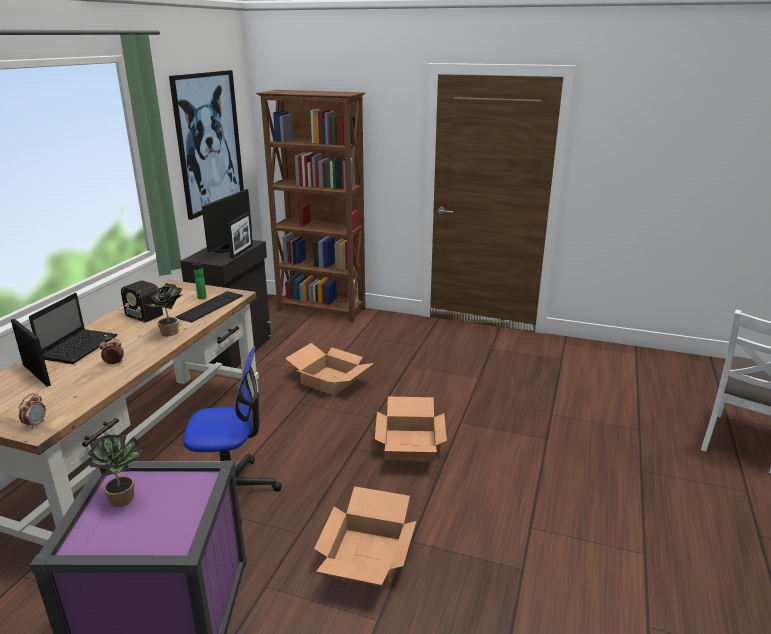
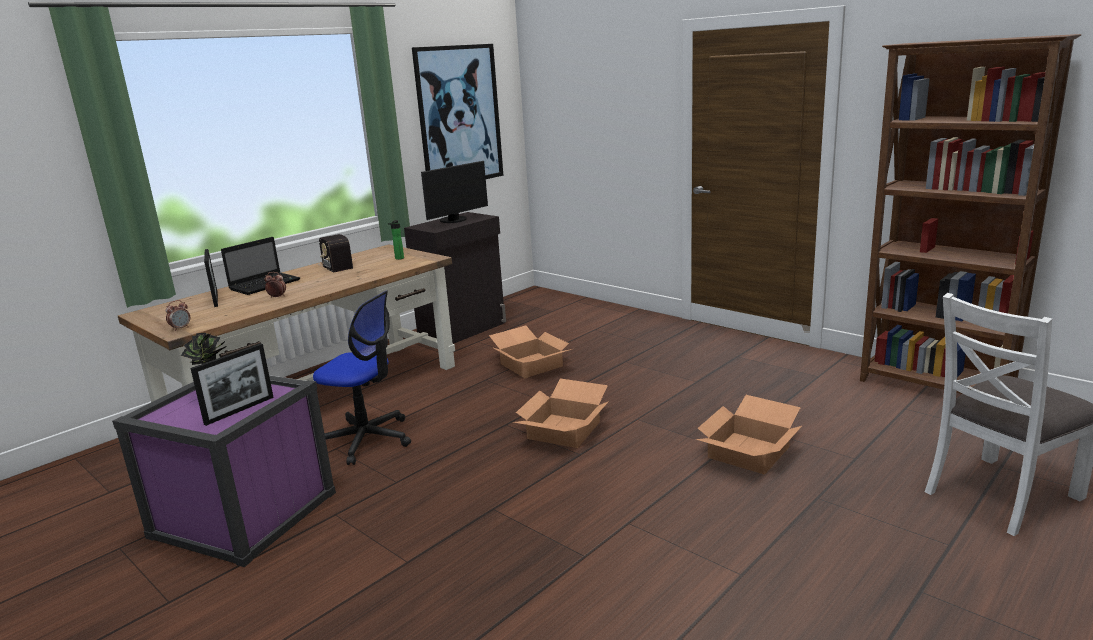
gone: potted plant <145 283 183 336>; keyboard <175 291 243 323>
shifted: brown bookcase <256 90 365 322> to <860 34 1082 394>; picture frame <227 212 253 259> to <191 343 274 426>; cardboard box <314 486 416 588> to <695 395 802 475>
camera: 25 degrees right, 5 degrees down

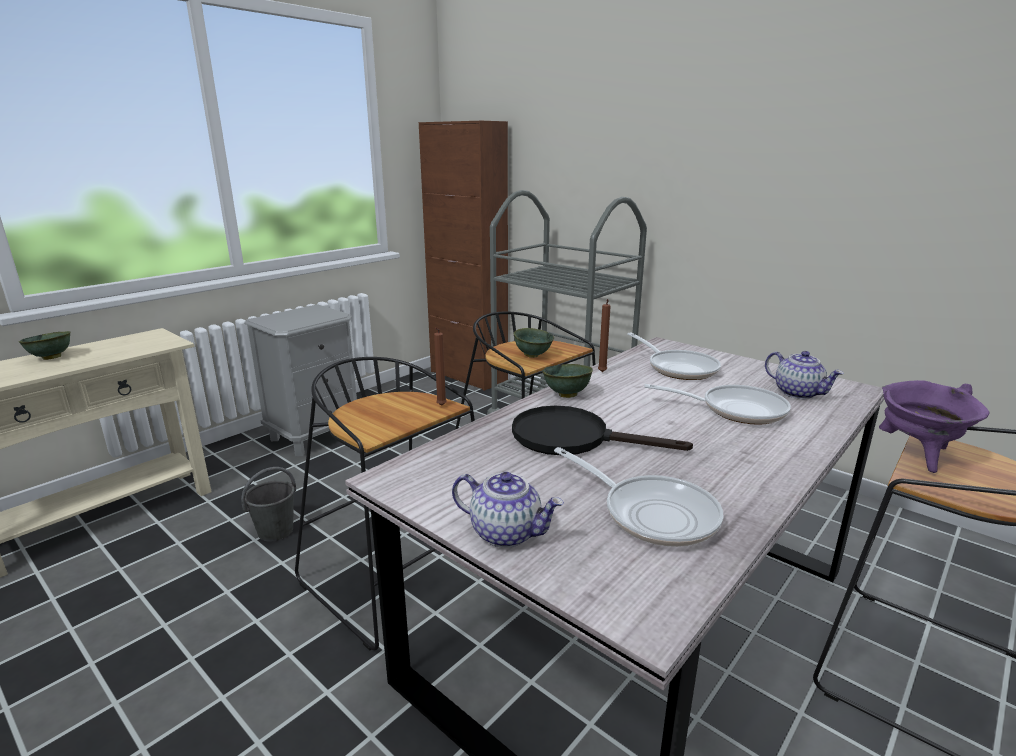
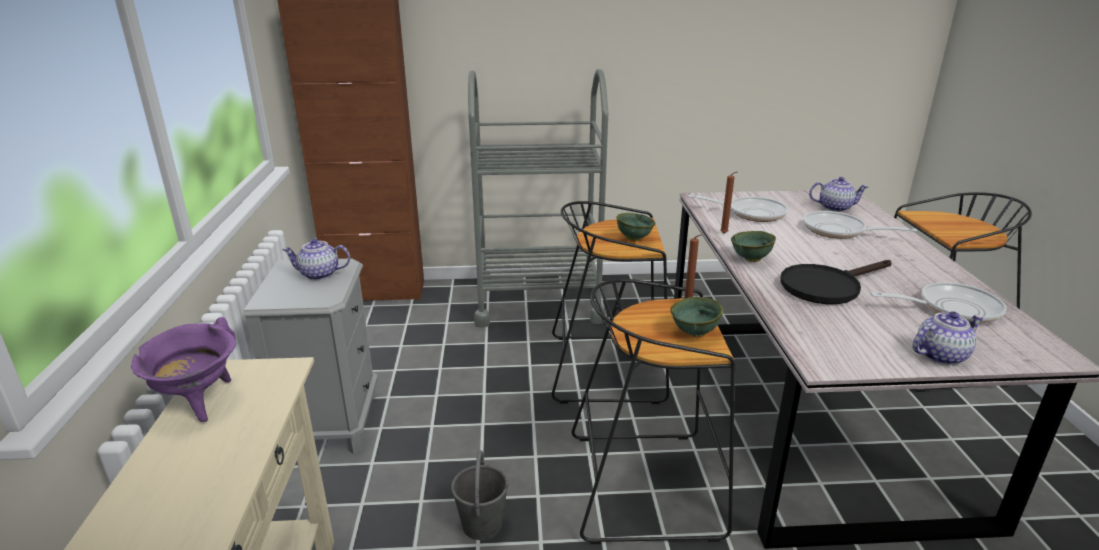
new: teapot <282 238 350 280>
shifted: green bowl <19 331 70 360> to <670 297 723 337>; purple cooking pot <879 380 989 473> to <131 317 236 422>
rotated: frying pan <644 384 791 425> = <803 211 917 239> 120 degrees counterclockwise
camera: 45 degrees left, 5 degrees up

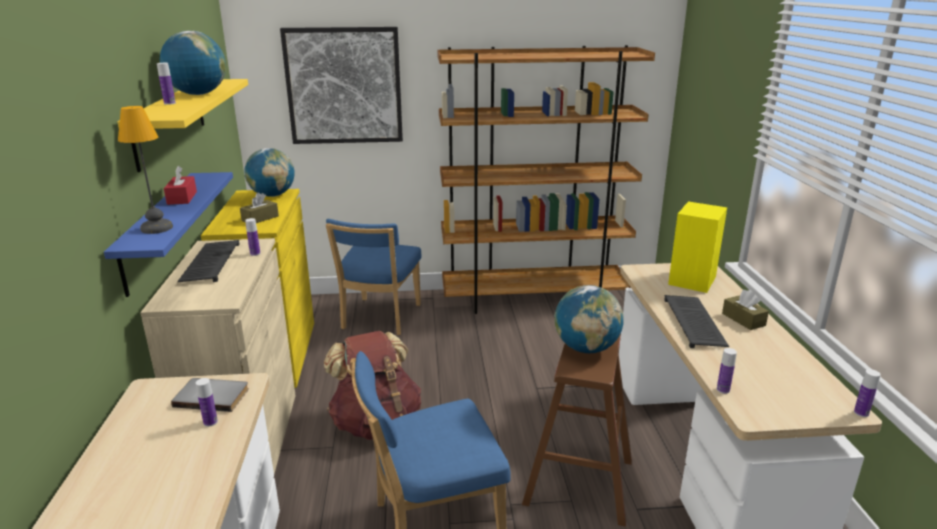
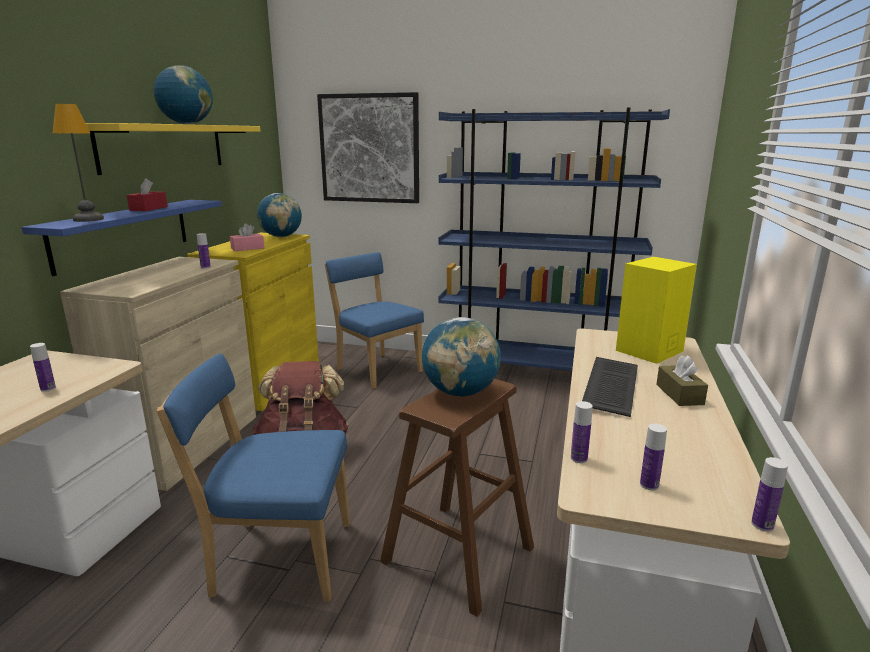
gone: keyboard <177 240 240 282>; grey book <171 378 249 412>
shifted: bottle <157 63 176 105> to <640 424 667 490>
repainted: brown bookcase <437 45 655 314> to blue bookcase <438 107 670 371>; brown tissue box <240 192 279 223> to pink tissue box <230 223 265 251>
rotated: blue chair <326 219 421 335> = <325 252 424 389> 105 degrees clockwise
camera: 20 degrees right, 5 degrees down

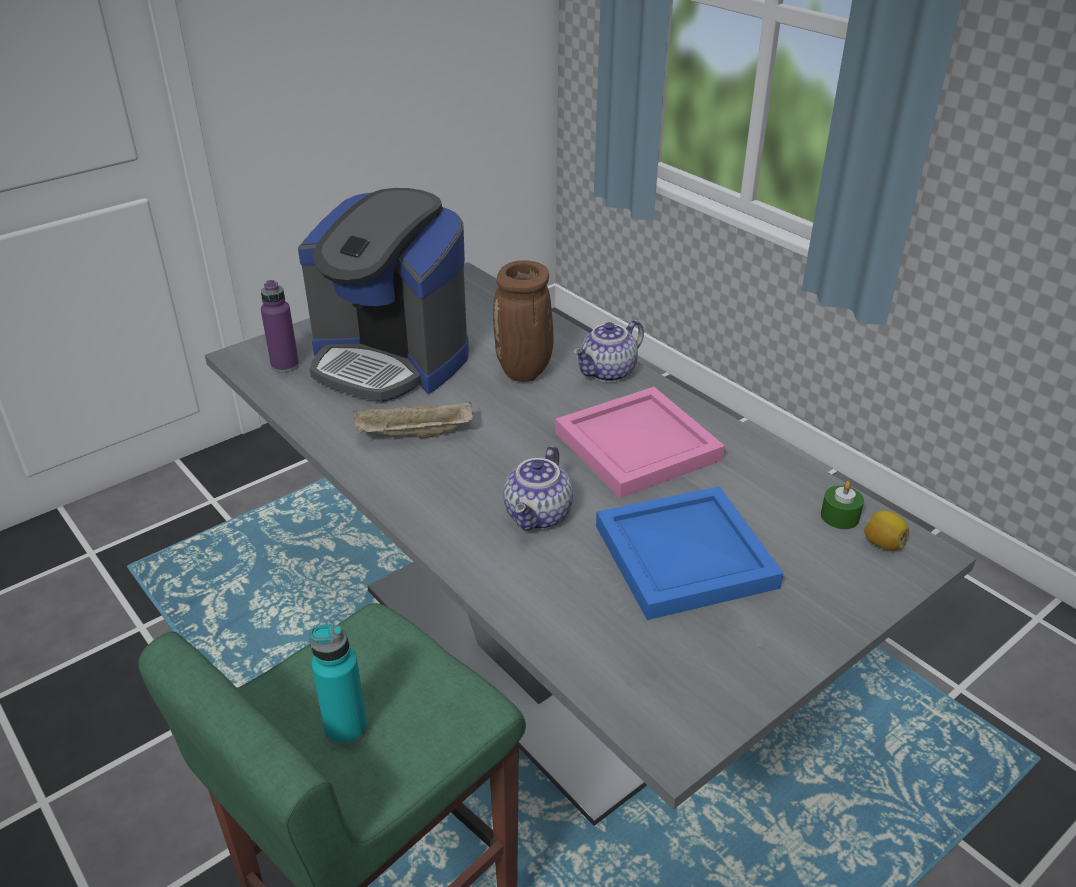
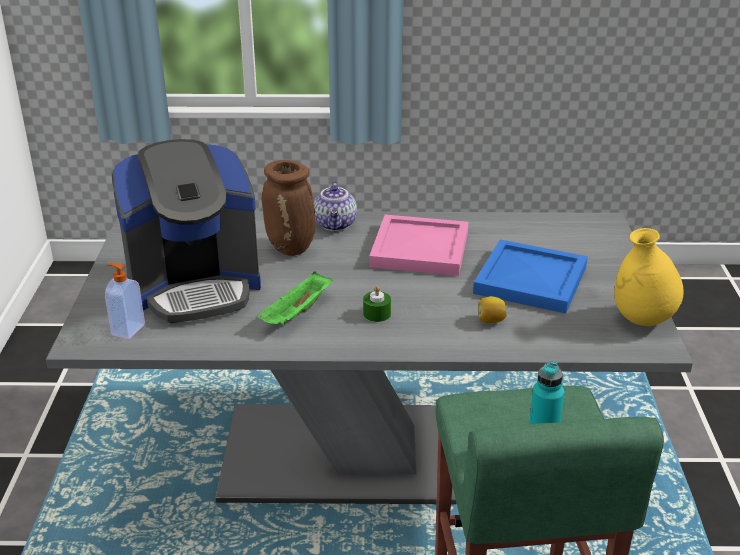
gone: teapot <503 445 573 531>
new: yellow vase <614 228 684 326>
shifted: green candle <821 481 864 529> to <363 286 391 322>; lemon <864 510 909 550> to <478 296 507 323>
swapped: purple bottle <261 280 299 373> to soap dispenser <105 263 145 339>
repainted: beige tray <353 401 473 438> to green tray <257 271 333 325>
camera: 50 degrees left, 5 degrees down

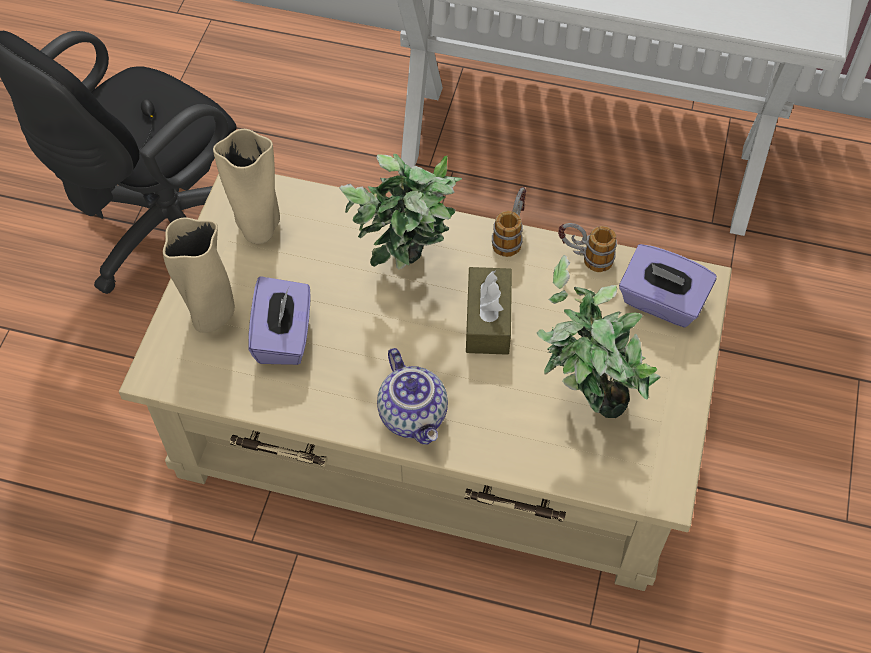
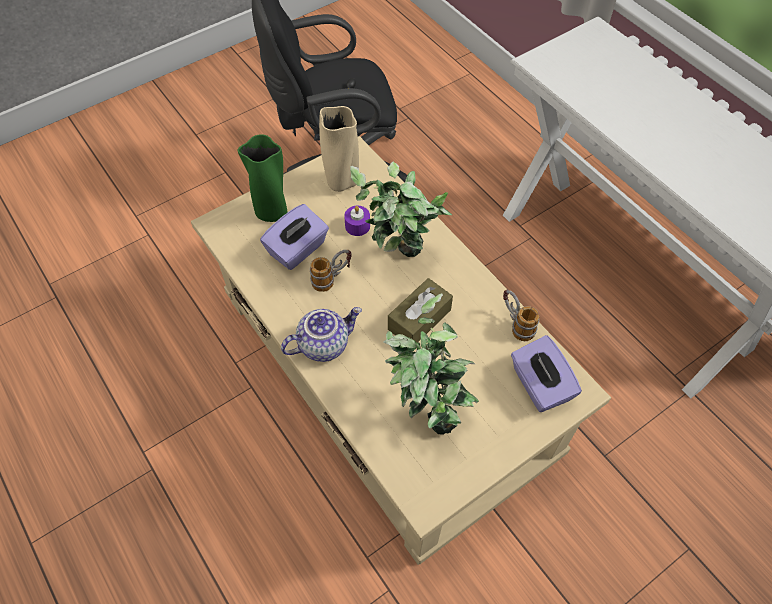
new: purple candle <344 206 370 236>
shifted: mug <492 187 526 257> to <310 250 352 292>
repainted: beige vase <163 218 235 333> to green vase <238 134 288 222>
rotated: teapot <377 348 448 445> = <281 307 362 362> 135 degrees counterclockwise
camera: 40 degrees right, 0 degrees up

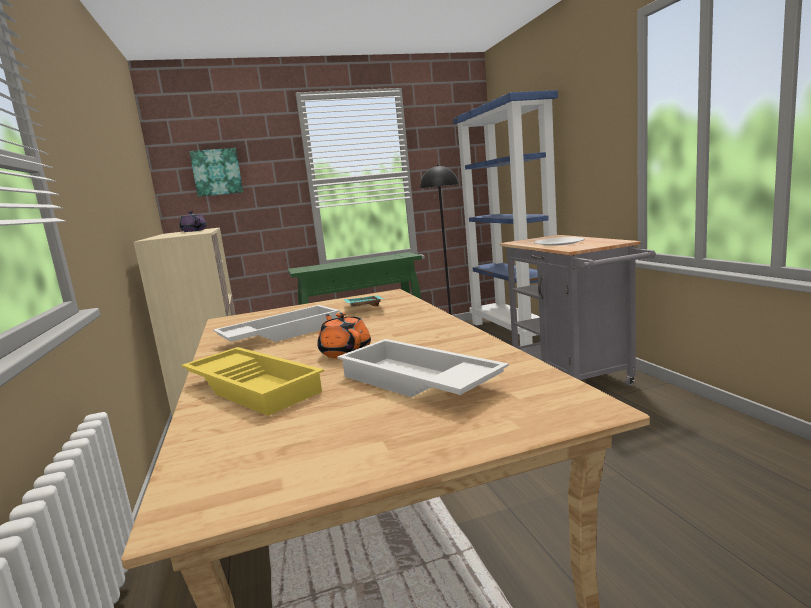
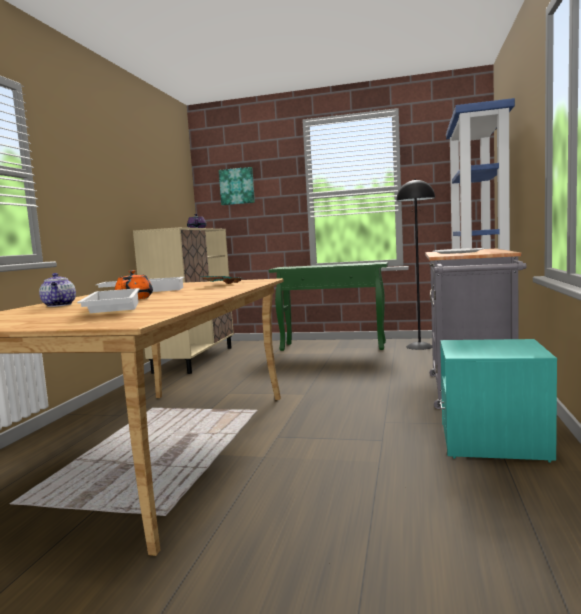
new: turquoise nightstand <440 339 557 463>
swapped: yellow tray <181 347 324 416> to teapot <39 273 76 307>
camera: 30 degrees right, 5 degrees down

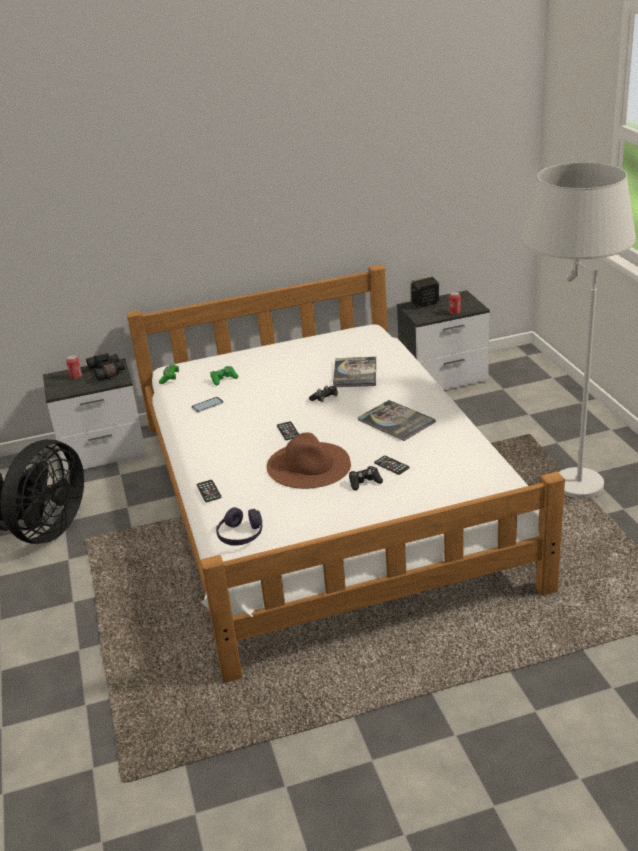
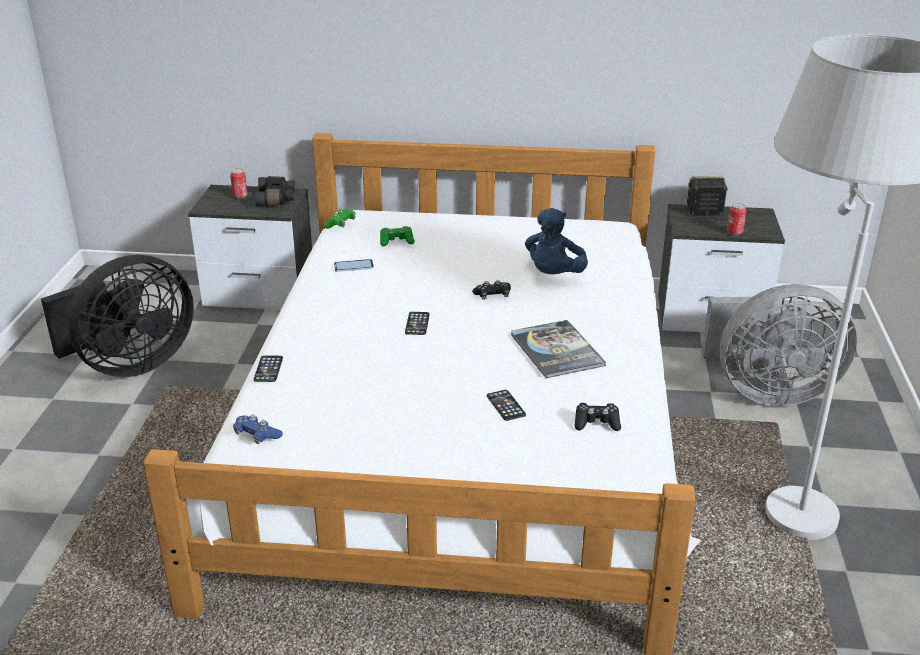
gone: brown hat <267 433 351 489>
new: grey fan <701 284 857 406>
shifted: black game controller <349 466 383 491> to <575 403 621 431>
swapped: book <333 357 376 387> to blue plush toy <525 208 588 274>; purple headphones <216 507 262 546> to blue game controller <233 415 283 444>
camera: 20 degrees right, 0 degrees up

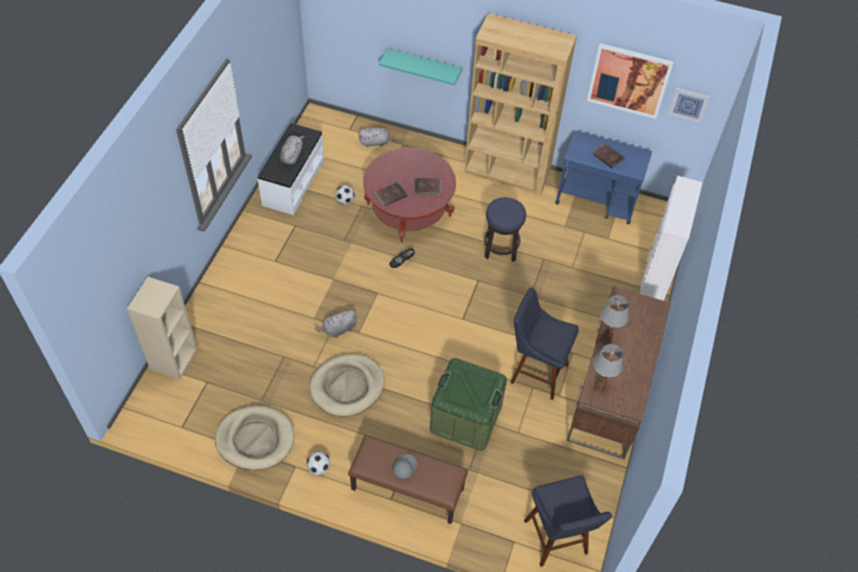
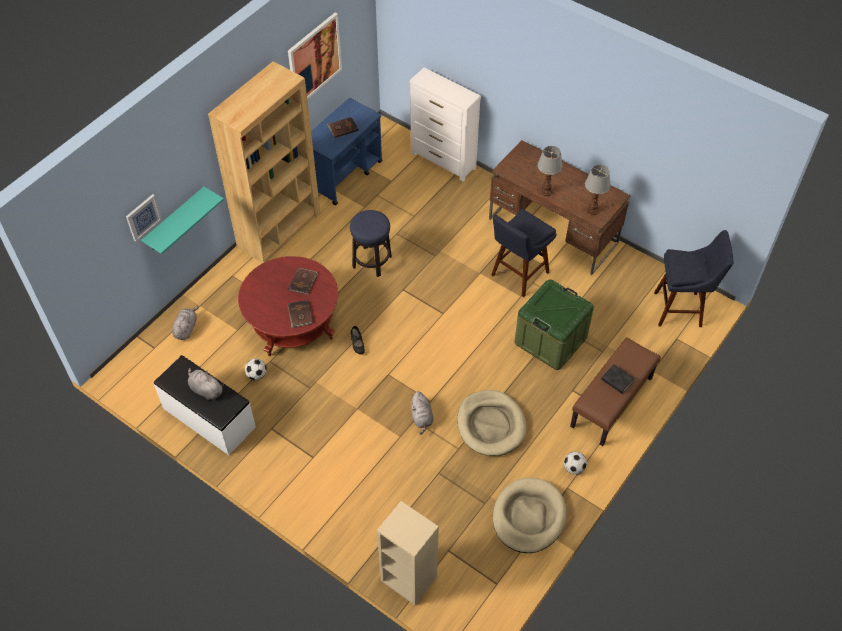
shifted: picture <668 88 710 123> to <126 194 162 242>
swapped: grey cap <393 454 417 479> to black book <601 364 635 394>
camera: 70 degrees left, 0 degrees up

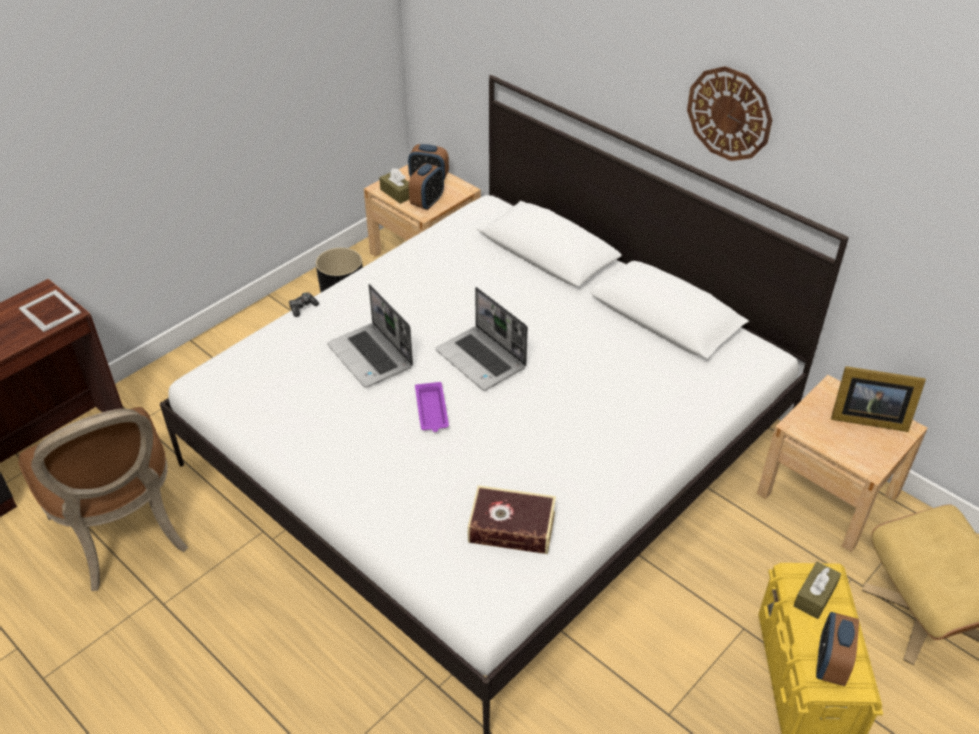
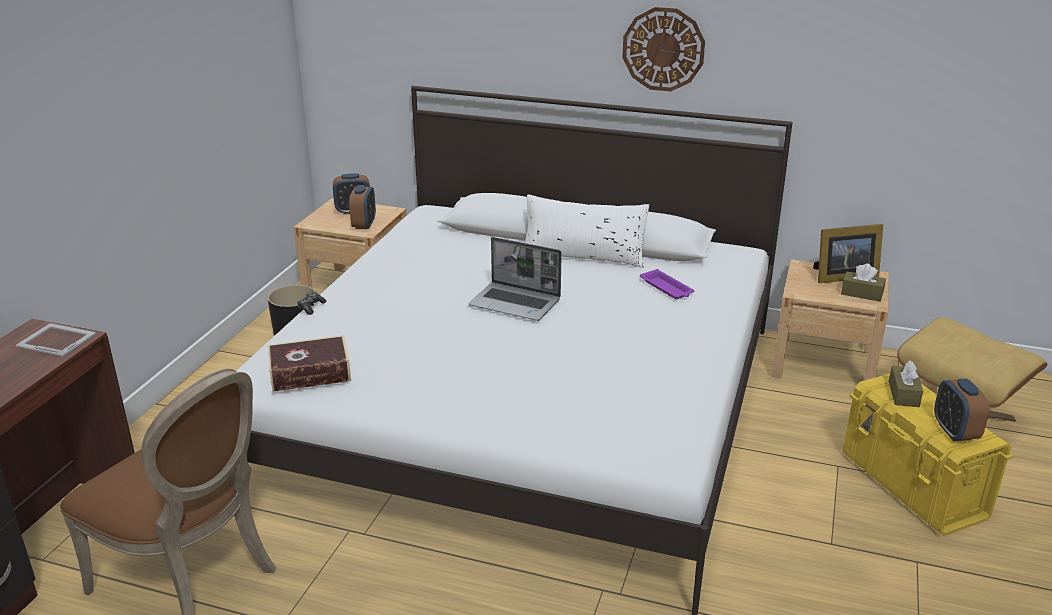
gone: laptop <327 284 413 388>
new: white pillow <525 194 649 268>
shifted: brown tissue box <379 168 409 204> to <841 264 886 302>; purple tray <415 382 449 432> to <640 269 695 299>; book <468 485 556 554> to <268 335 351 392>
camera: 25 degrees left, 15 degrees down

